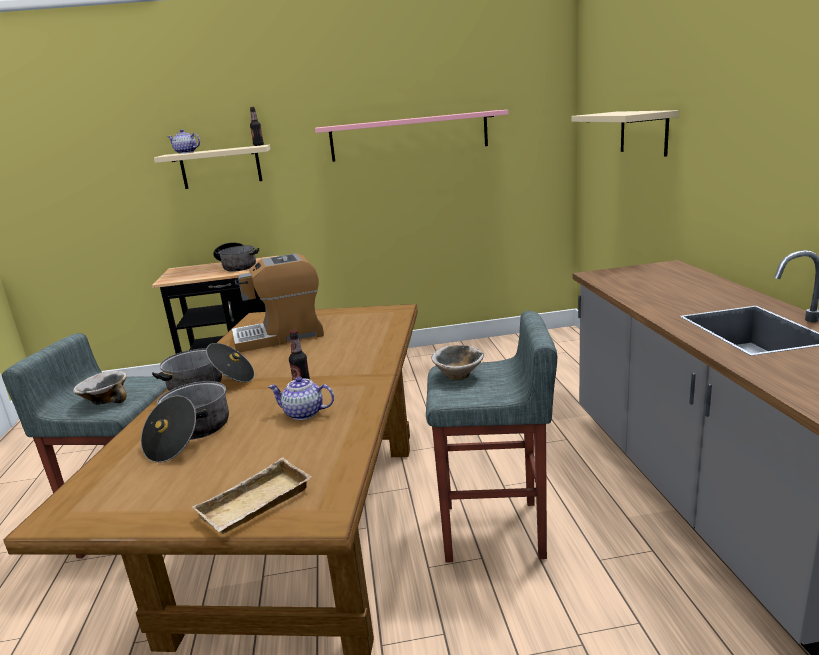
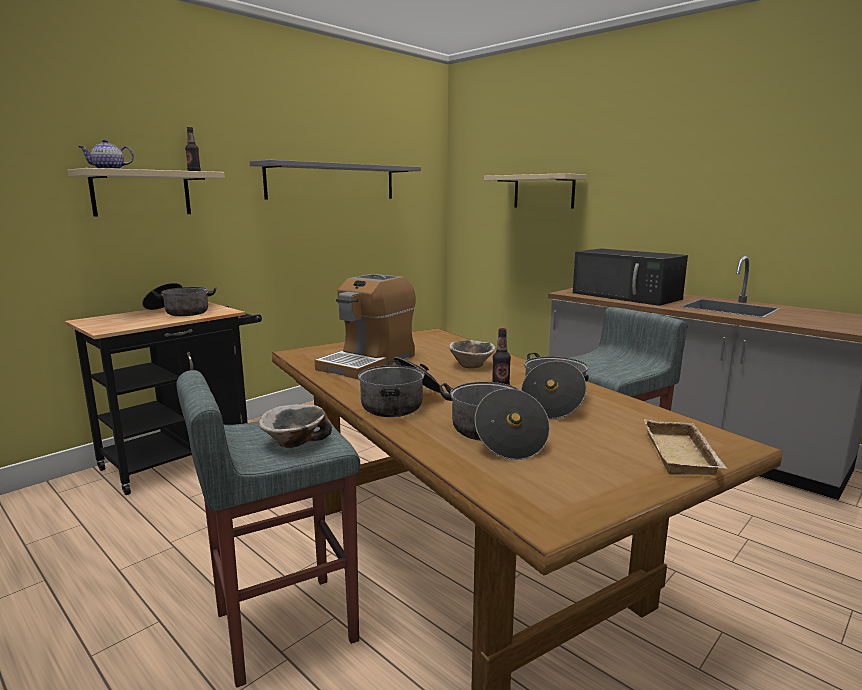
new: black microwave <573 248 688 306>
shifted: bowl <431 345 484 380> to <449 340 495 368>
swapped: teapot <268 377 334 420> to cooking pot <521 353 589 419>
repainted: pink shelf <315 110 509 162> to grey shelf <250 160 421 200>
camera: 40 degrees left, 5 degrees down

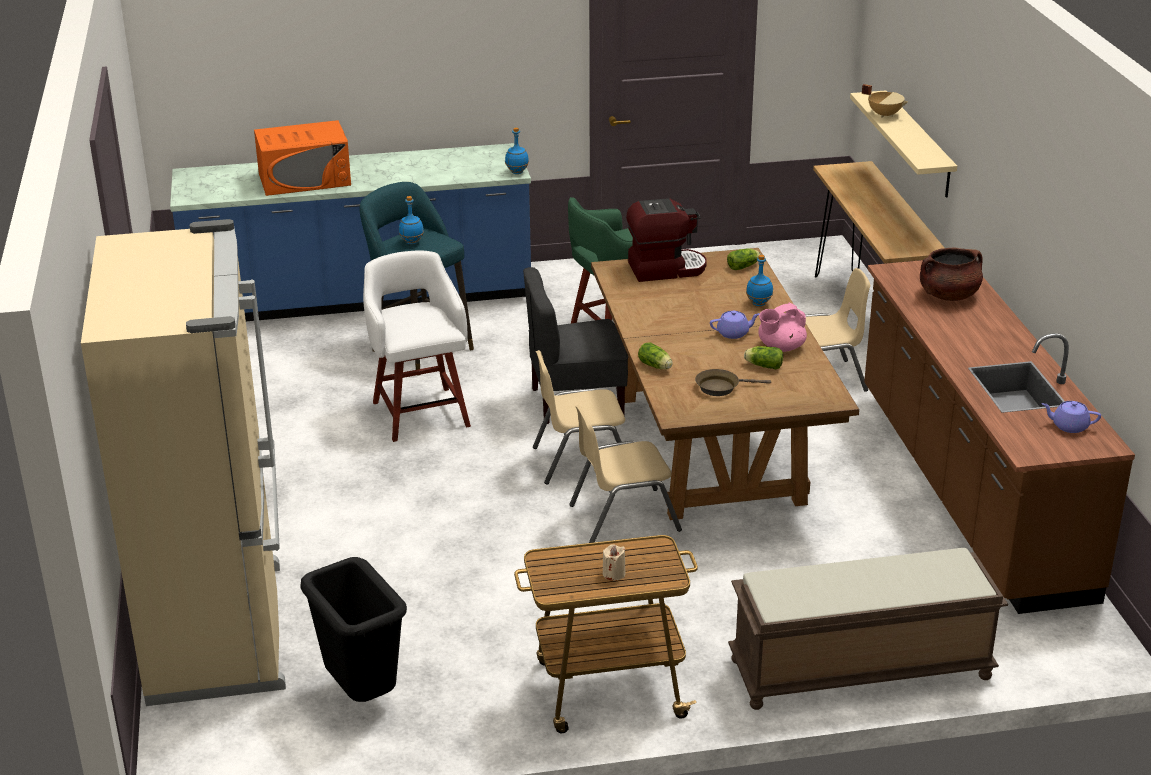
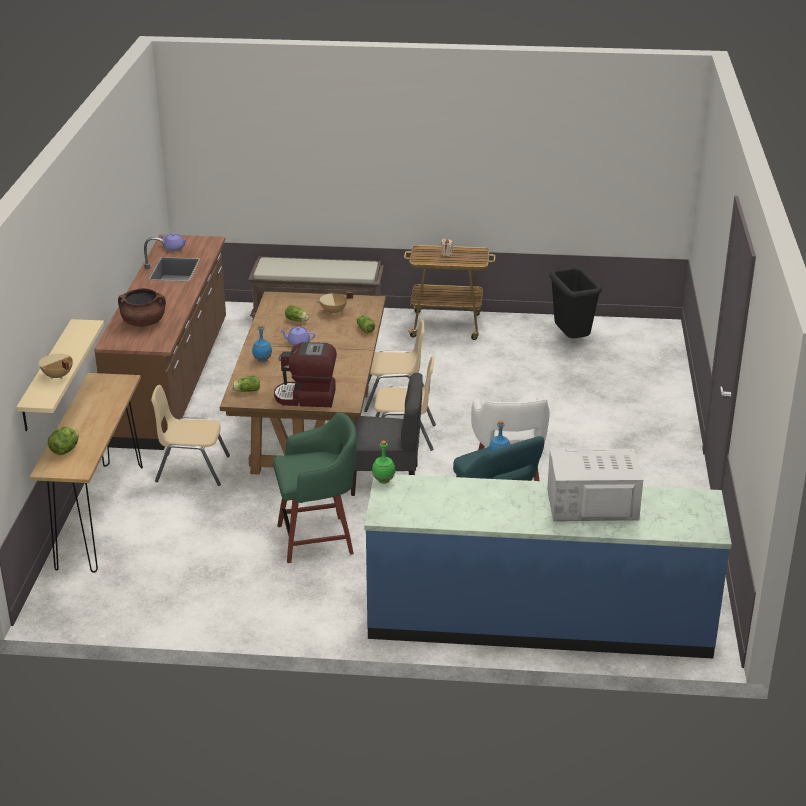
gone: beige fridge <81 219 286 706>; pink teapot <758 303 807 352>
new: lettuce <48 427 79 455>
swapped: brown frying pan <695 369 771 396> to beige cooking pot <316 291 353 315>
repainted: orange microwave <254 120 351 196> to white microwave <547 449 643 521>; blue bottle <505 127 529 174> to green bottle <372 441 396 484>
camera: 165 degrees left, 0 degrees up

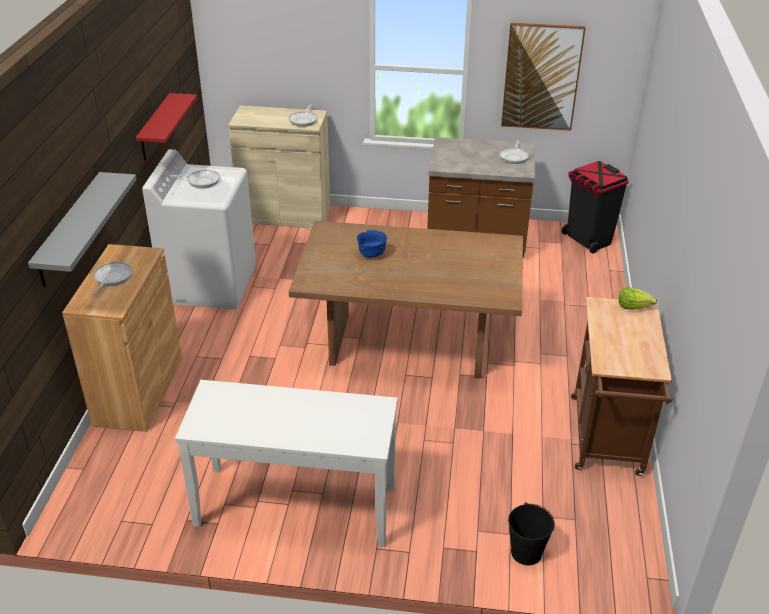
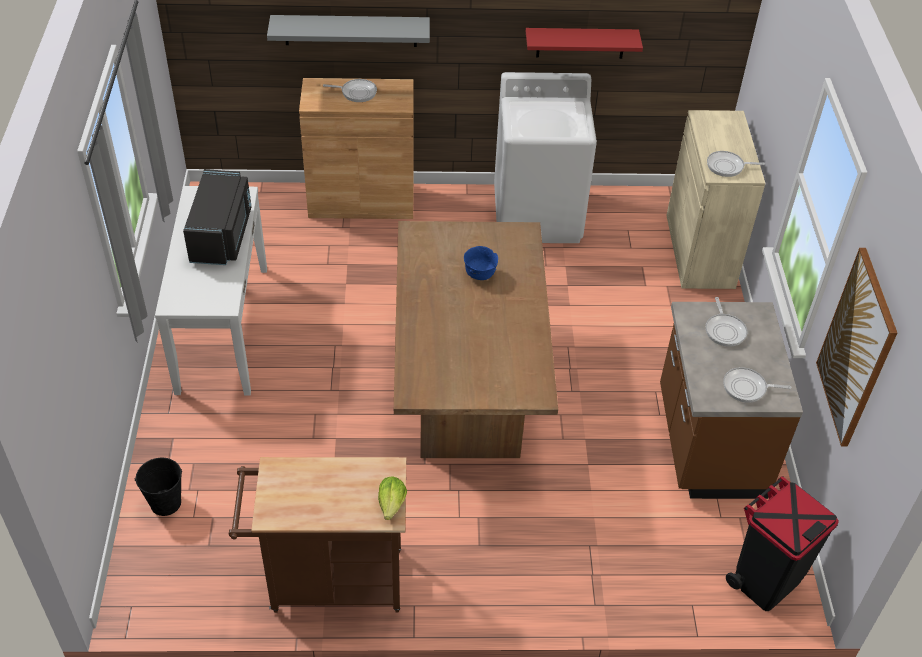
new: black microwave <183 169 251 265>
shifted: frying pan <171 170 220 188> to <706 297 748 347>
camera: 80 degrees right, 10 degrees up

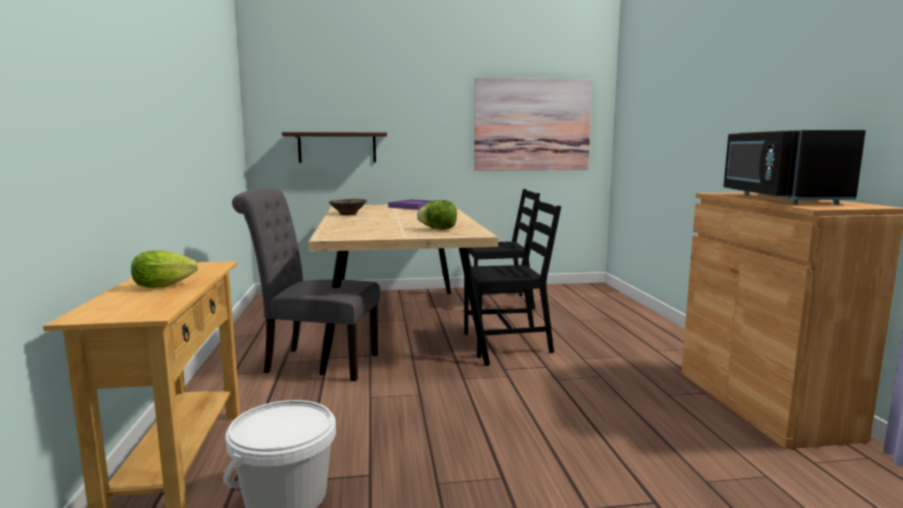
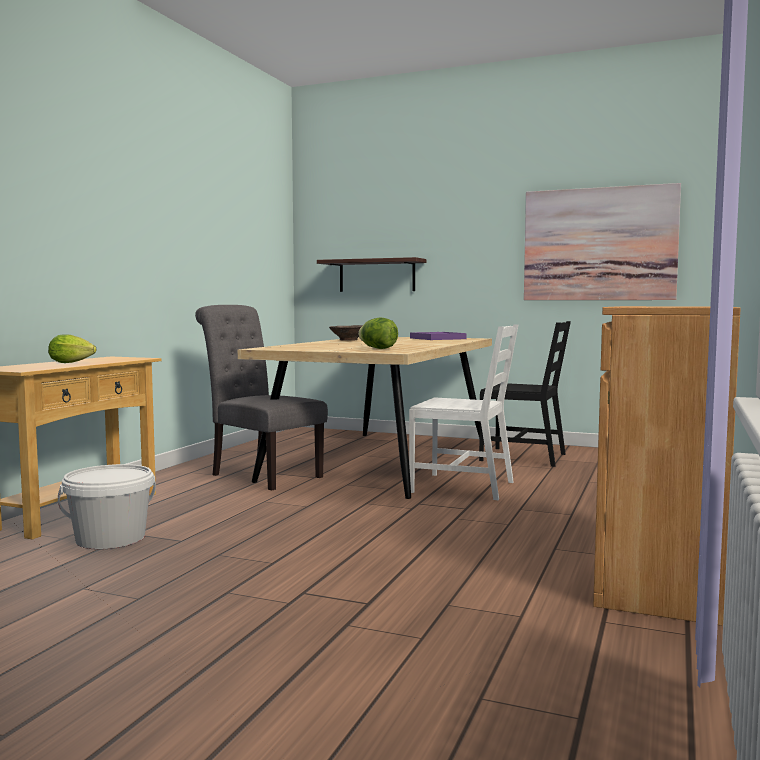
gone: black microwave <723 130 866 204>
repainted: black chair <464 200 561 358> to white chair <409 324 518 500>
camera: 30 degrees right, 5 degrees down

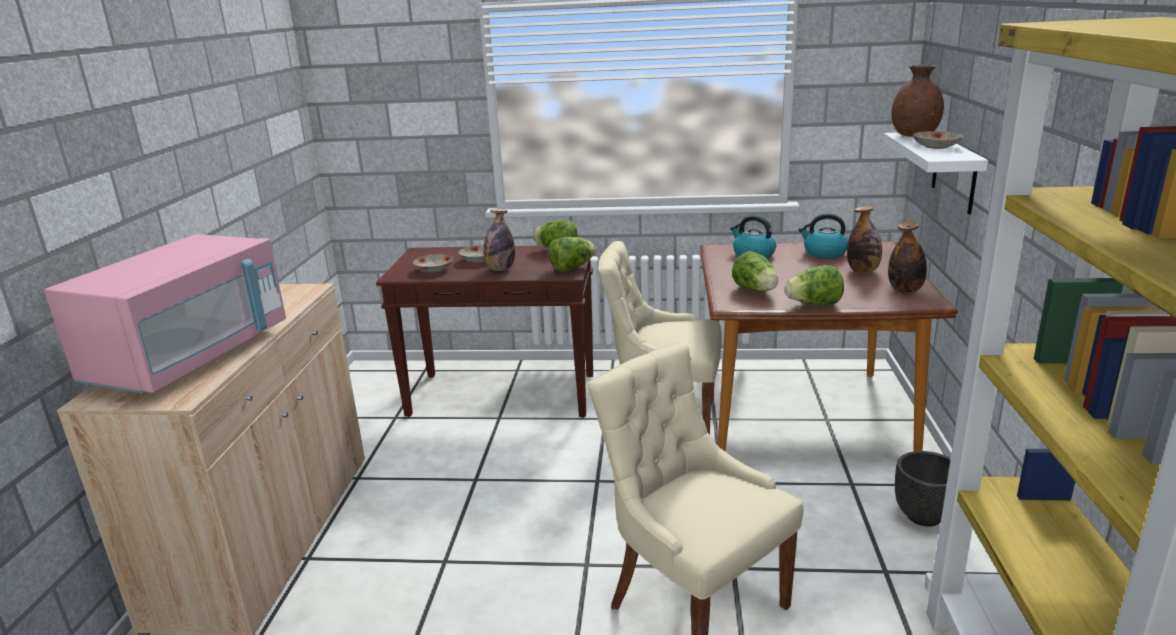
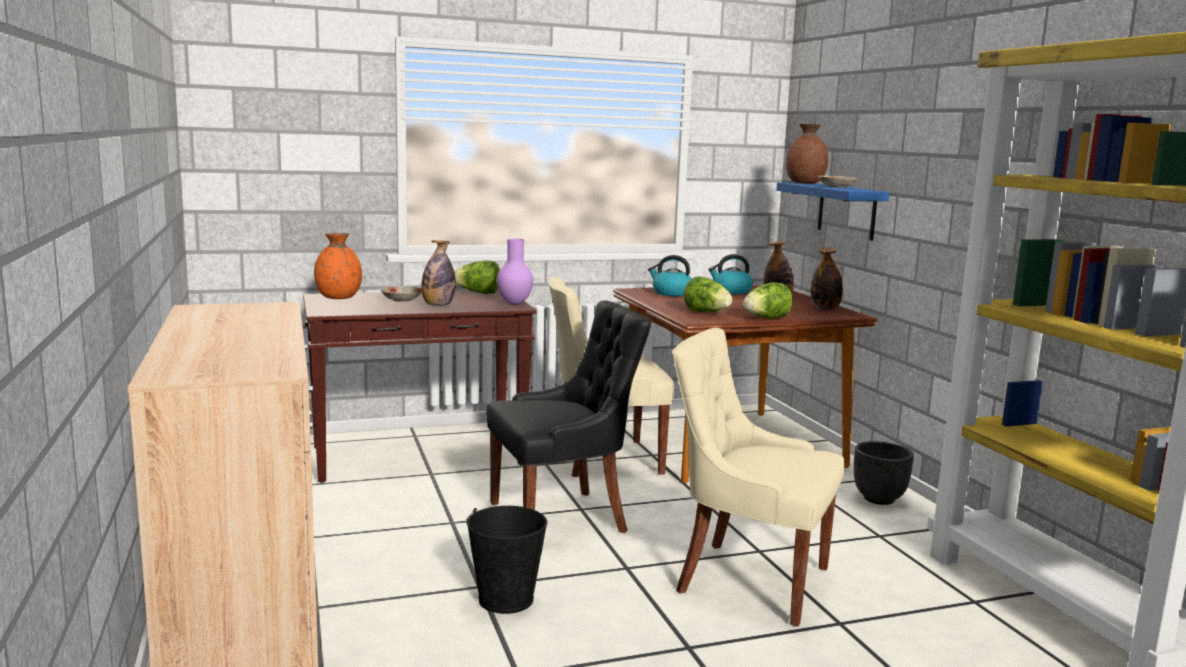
gone: pink microwave <44 234 286 394>; plate <413 254 453 272>
new: orange vase <314 232 362 299>; black chair <486 300 651 533>; black bucket <466 506 547 614>
swapped: lettuce <548 237 596 272> to purple vase <497 239 533 304>
repainted: white shelf <883 133 988 214> to blue shelf <776 182 890 241>
camera: 25 degrees left, 10 degrees down

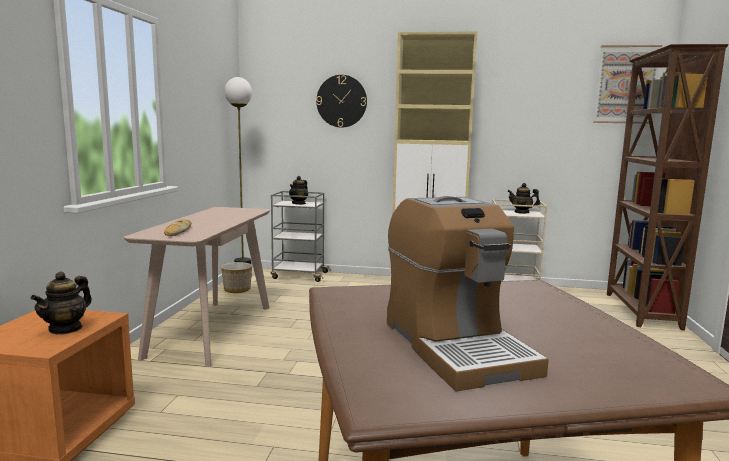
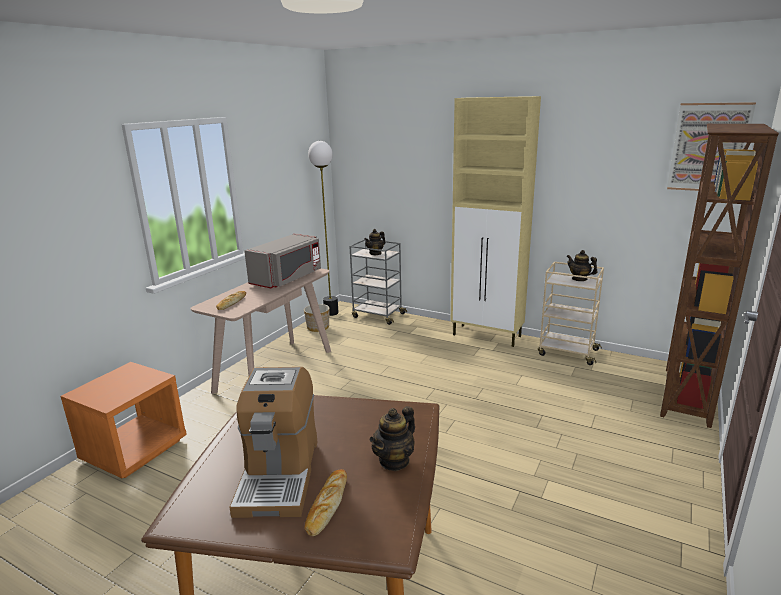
gone: wall clock <316 75 367 128>
new: grey microwave <244 233 321 288>; bread <304 469 347 536>
shifted: teapot <31 271 92 334> to <370 406 415 471>
camera: 20 degrees right, 10 degrees up

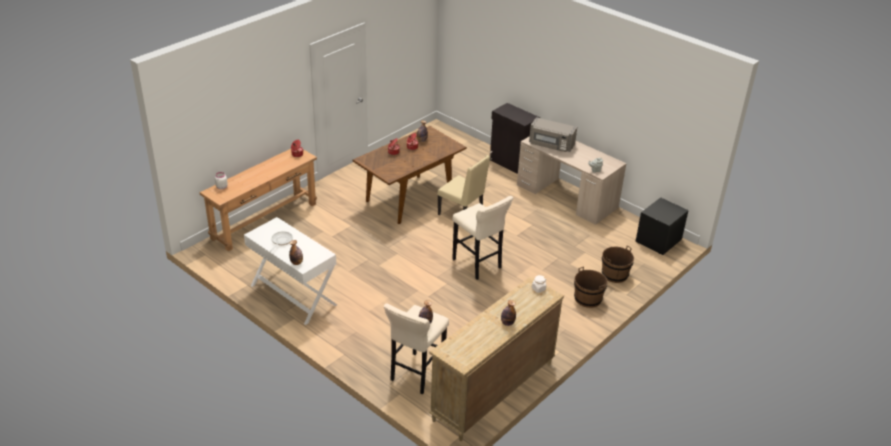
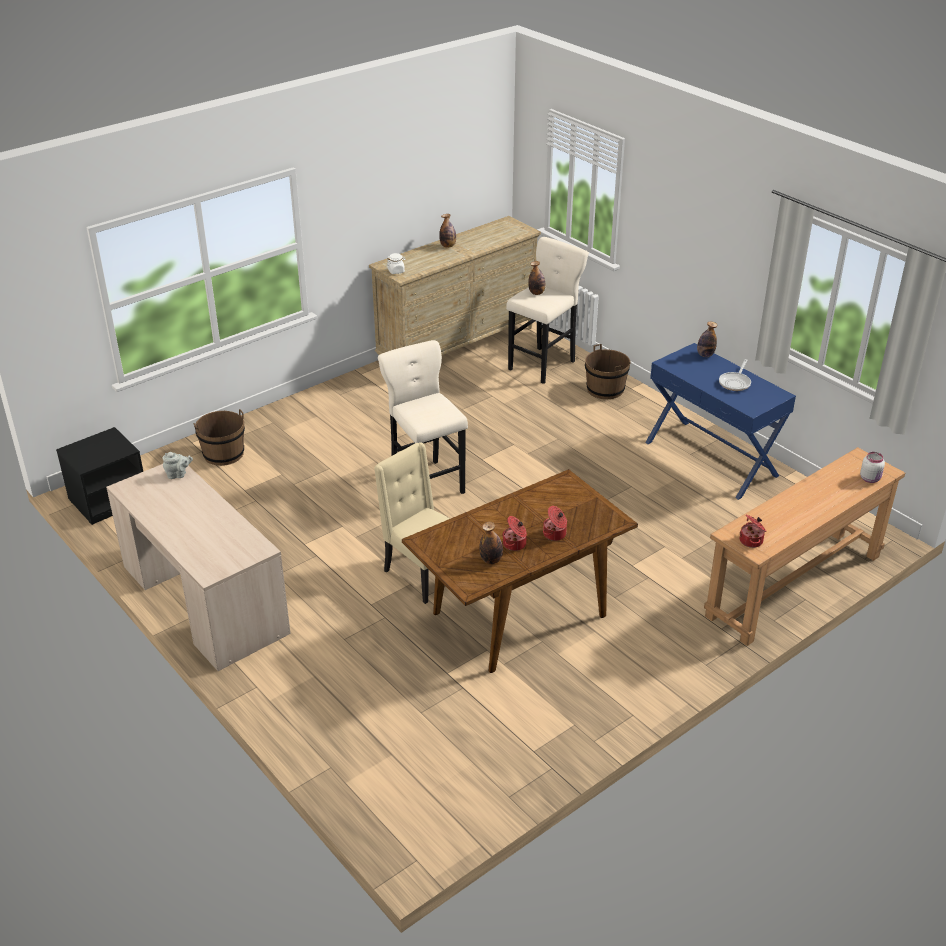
gone: black cabinet <490 103 540 174>; grey microwave <529 117 577 152>
shifted: brown bucket <574 266 607 308> to <585 344 630 399>
repainted: white console table <244 217 337 325> to blue console table <645 343 796 500>
camera: 170 degrees left, 0 degrees up

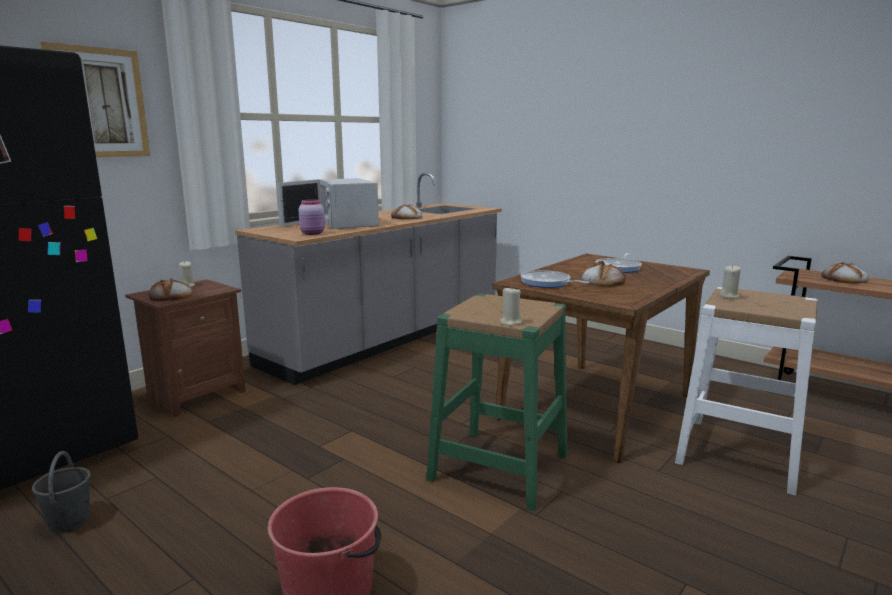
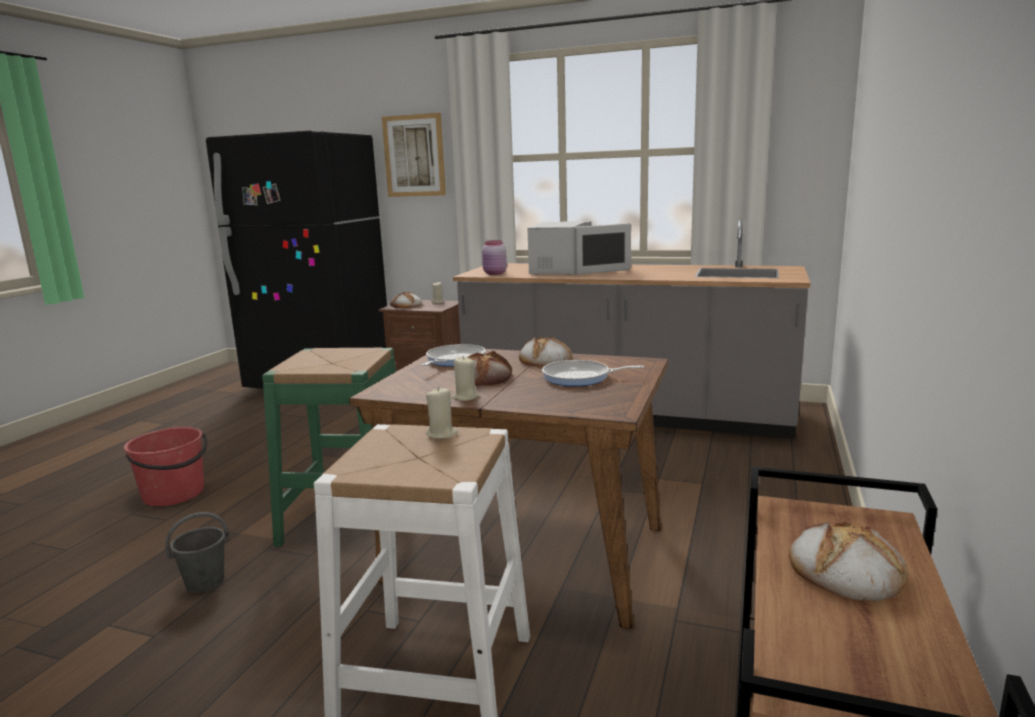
shifted: bread <391 204 423 220> to <519 336 572 366>; beige candle <500 287 522 326> to <452 356 479 401>; grey bucket <32 451 91 533> to <165 512 230 593>
rotated: white microwave <276 178 379 229> = <527 221 631 275> 150 degrees clockwise
camera: 70 degrees right, 0 degrees up

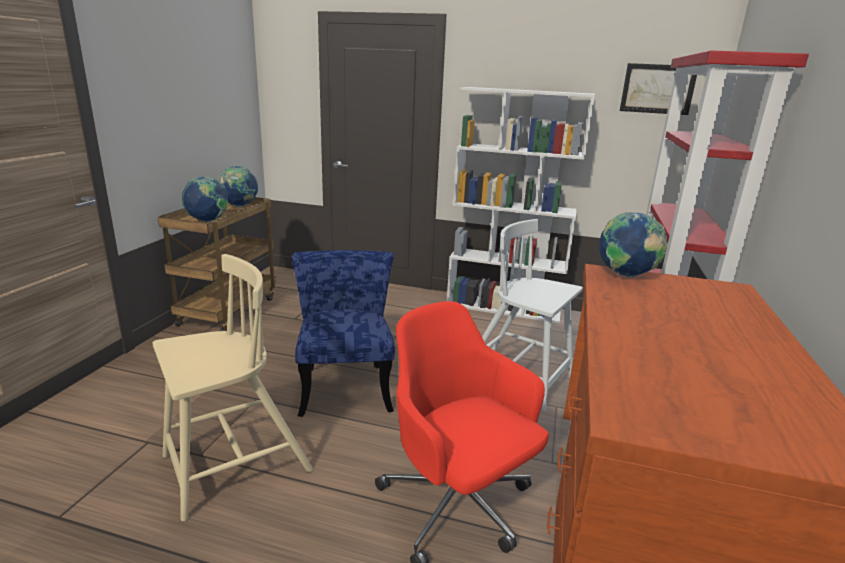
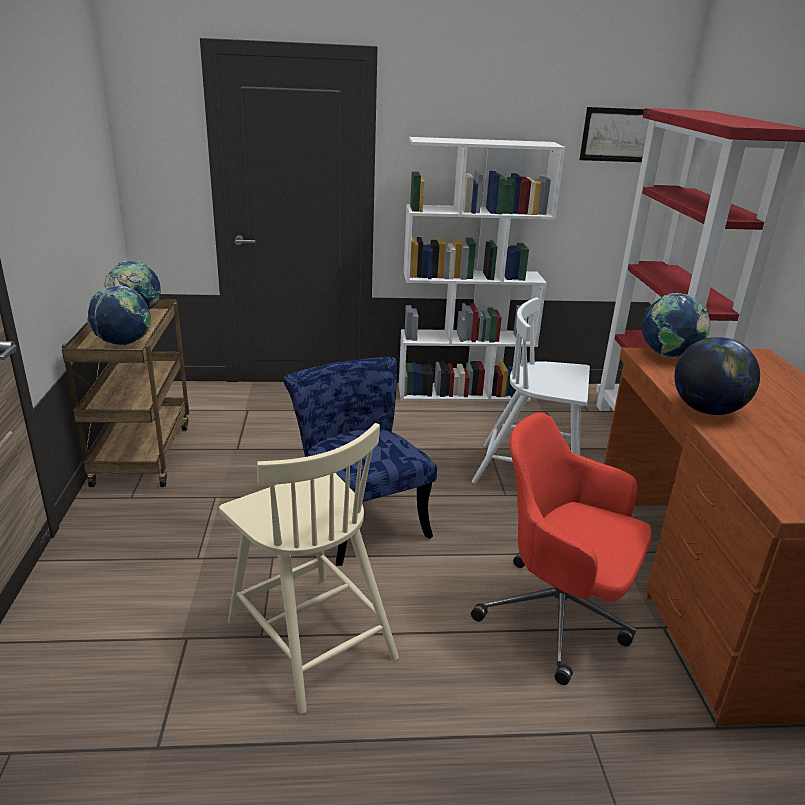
new: globe <674 337 760 415>
rotated: beige chair <153 254 313 521> = <219 423 399 714> 105 degrees clockwise
camera: 20 degrees left, 5 degrees up

